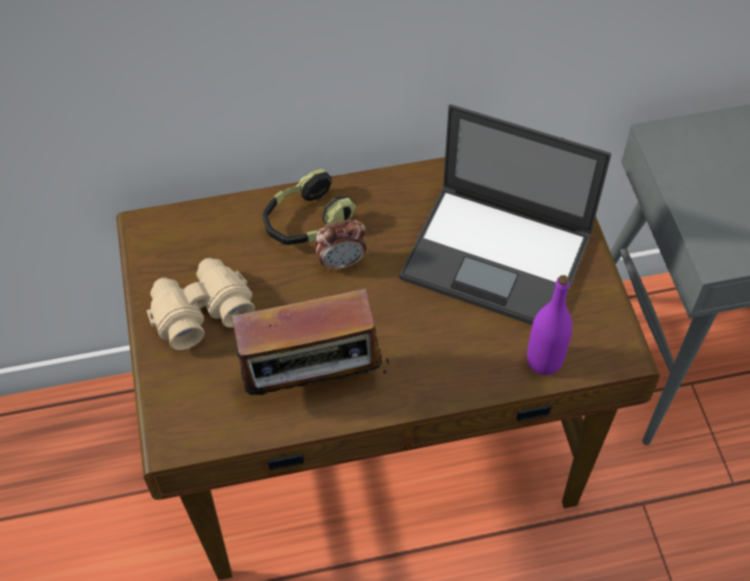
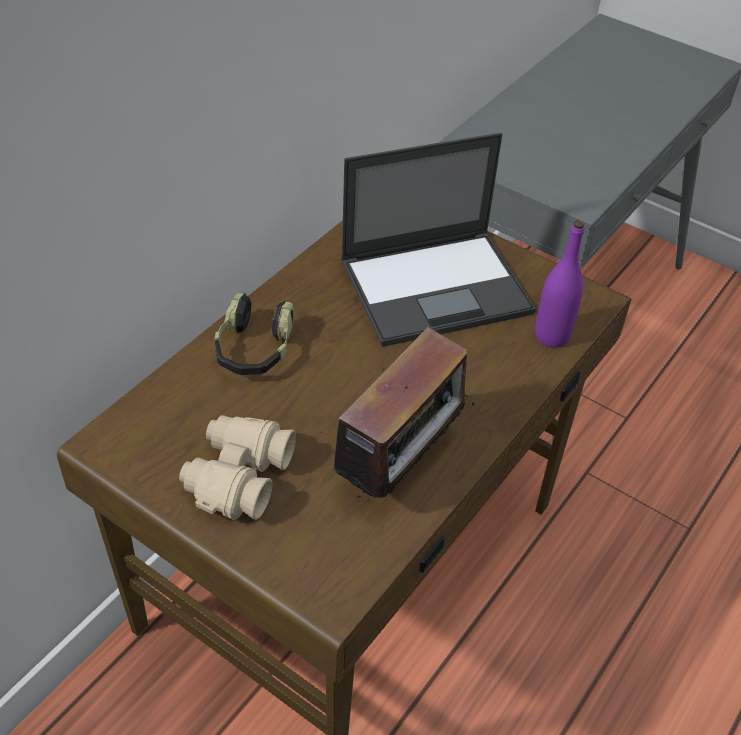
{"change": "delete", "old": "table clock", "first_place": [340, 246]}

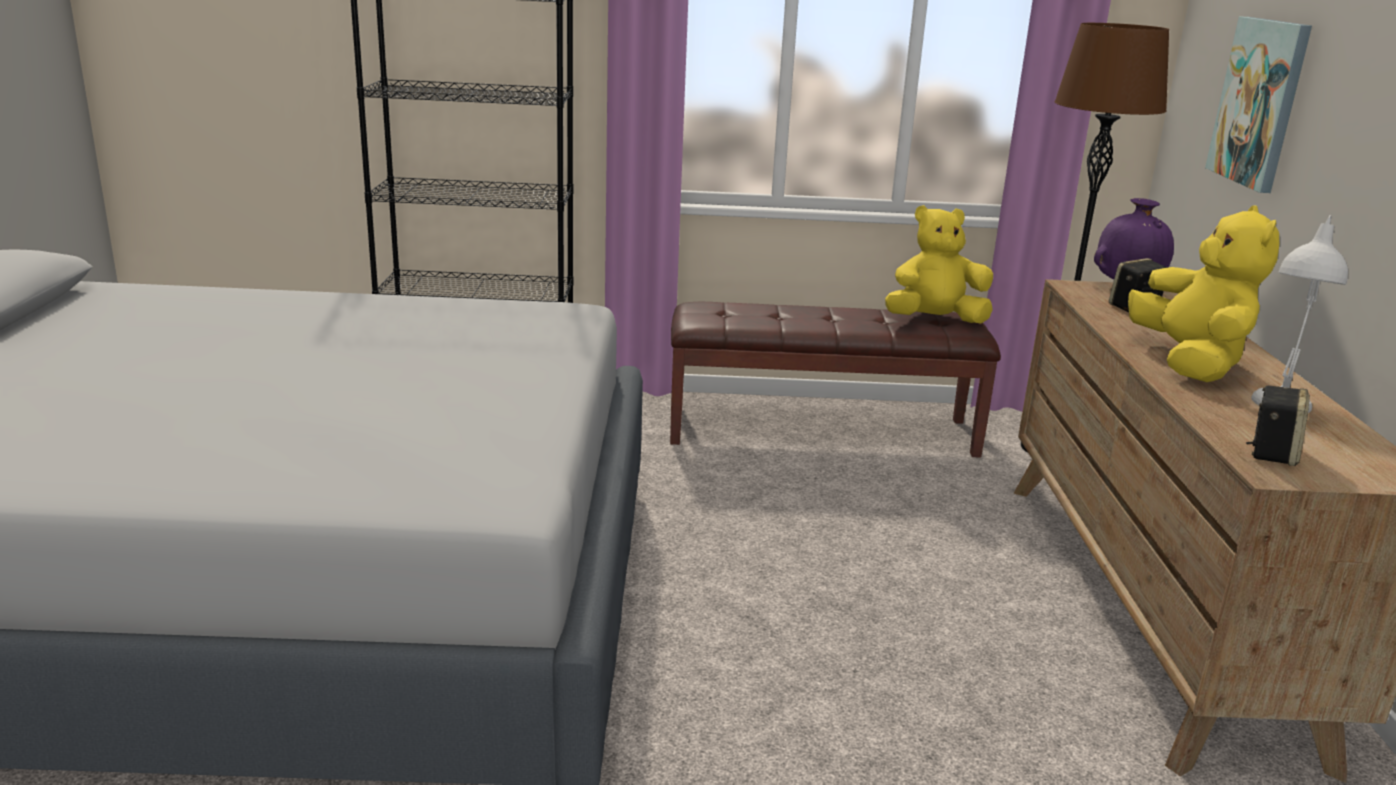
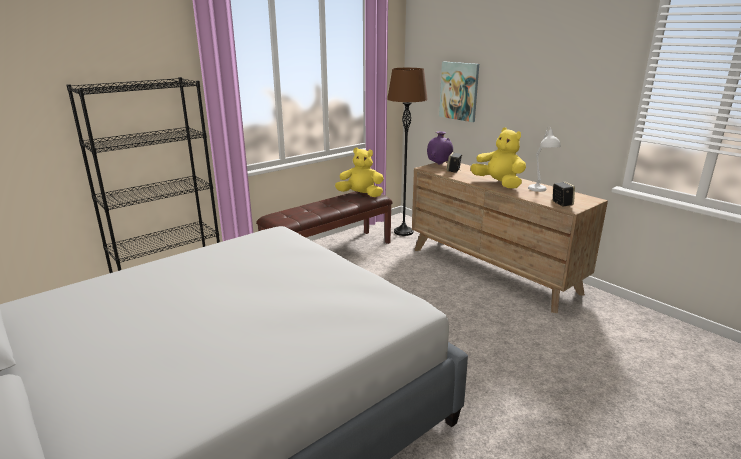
{"change": "rotate", "old": "yellowish cuddly toy", "first_place": [939, 264], "second_place": [359, 172], "degrees": 60}

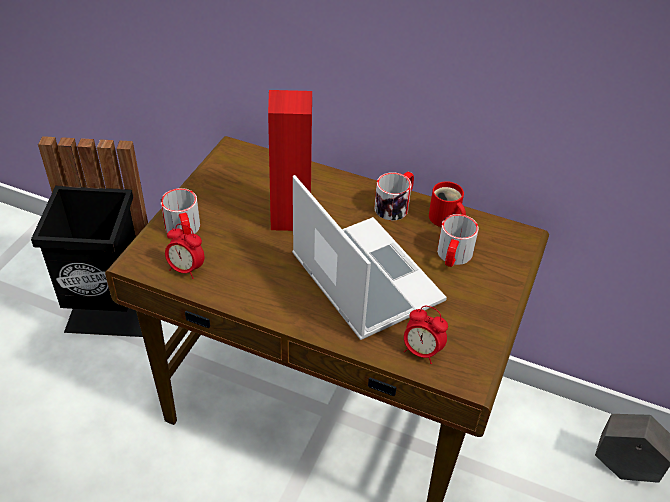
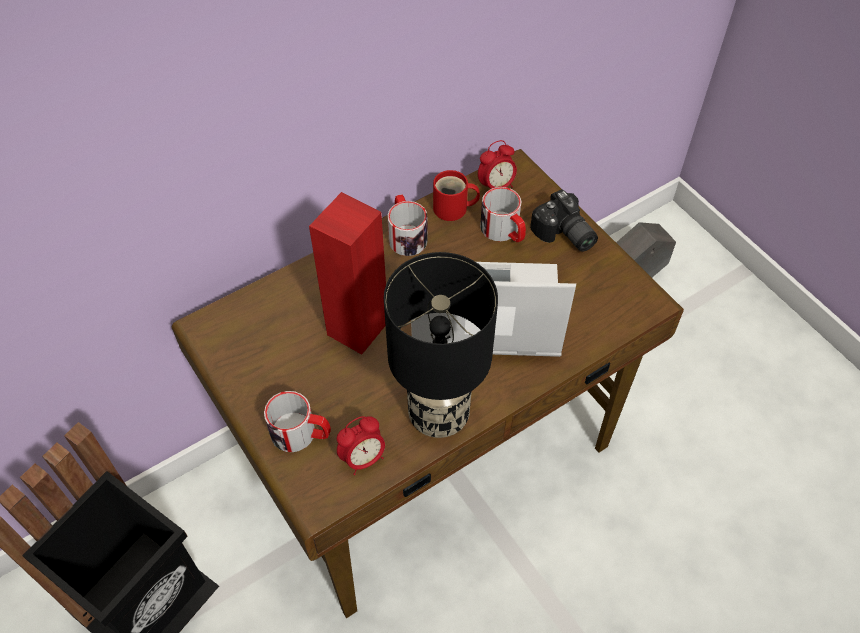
{"change": "move", "old": "table clock", "first_place": [426, 335], "second_place": [497, 164]}
{"change": "insert", "new": "black tabletop lamp", "second_place": [441, 345]}
{"change": "insert", "new": "still camera", "second_place": [564, 220]}

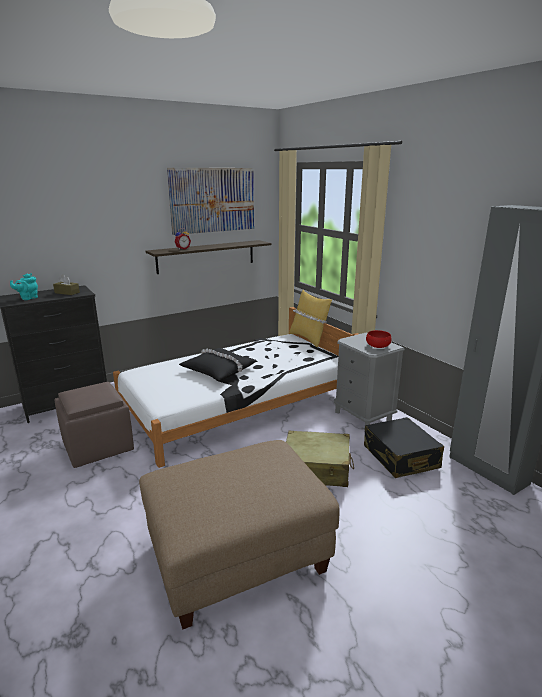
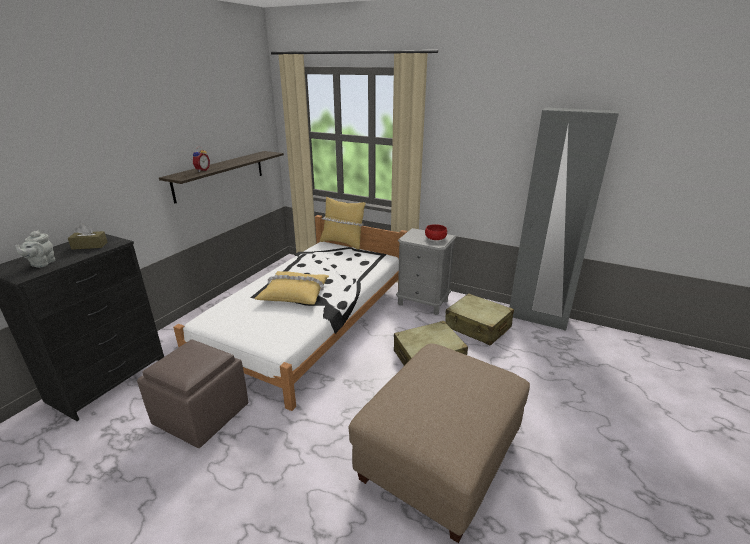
{"change": "recolor", "old": "turquoise teapot", "new": "grey teapot", "first_place": [24, 286], "second_place": [35, 249]}
{"change": "delete", "old": "wall art", "first_place": [210, 201]}
{"change": "recolor", "old": "black pillow", "new": "yellowish pillow", "first_place": [218, 364], "second_place": [292, 288]}
{"change": "recolor", "old": "black travel case", "new": "beige-coloured travel case", "first_place": [404, 447], "second_place": [479, 319]}

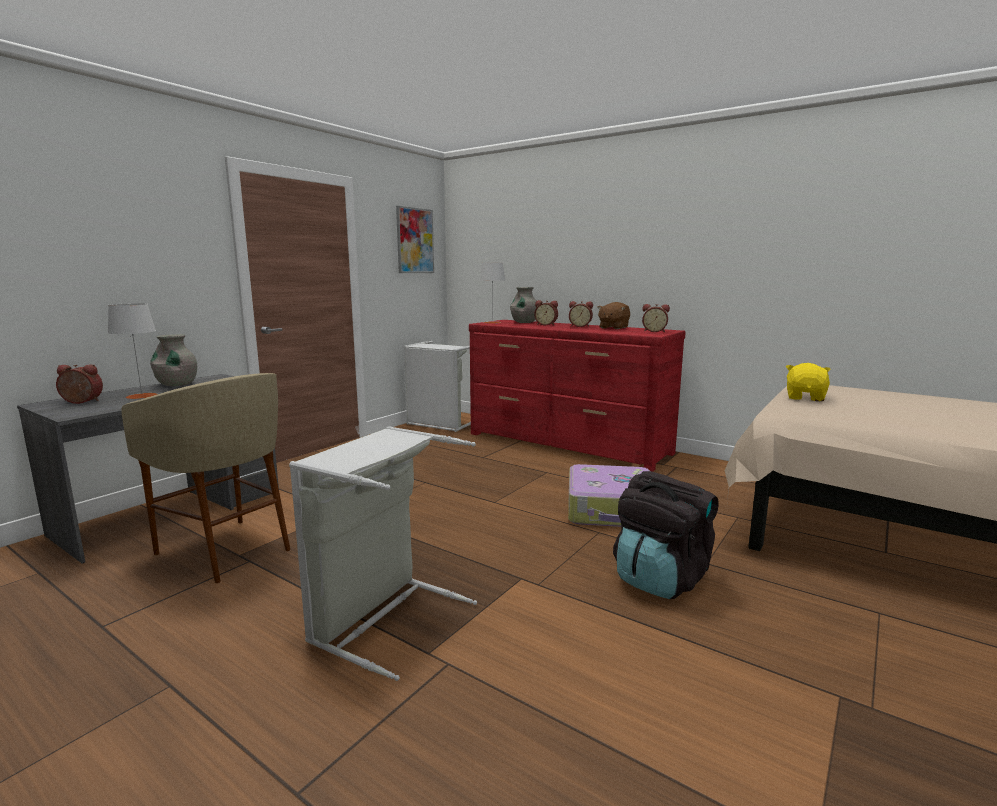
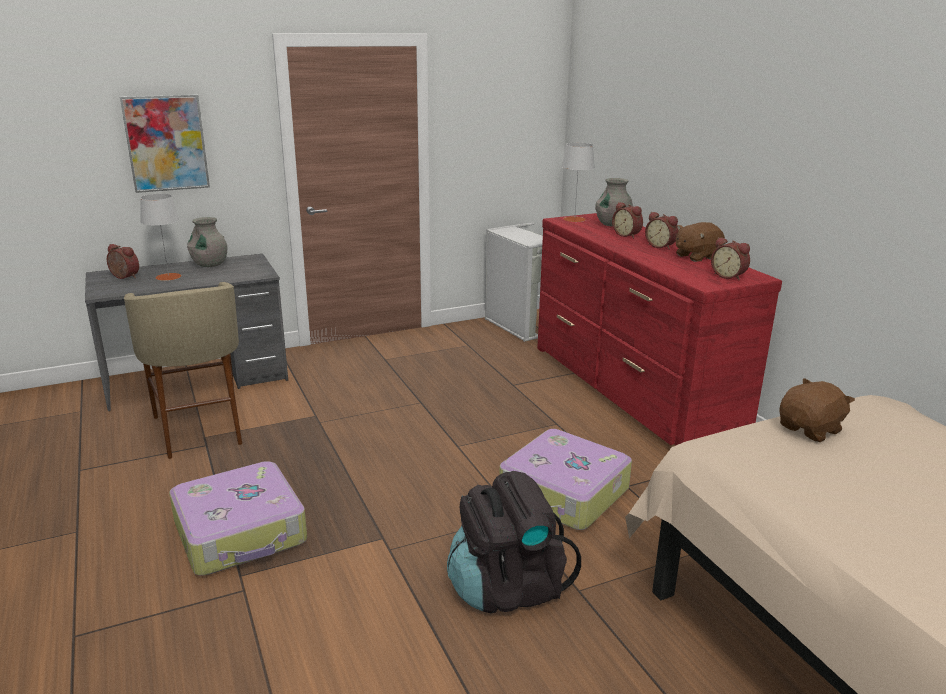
{"change": "replace", "old": "grey laundry basket", "new": "travel case", "first_place": [383, 553], "second_place": [238, 518]}
{"change": "move", "old": "wall art", "first_place": [415, 239], "second_place": [165, 143]}
{"change": "recolor", "old": "yellowish cuddly toy", "new": "brownish cuddly toy", "first_place": [808, 382], "second_place": [817, 410]}

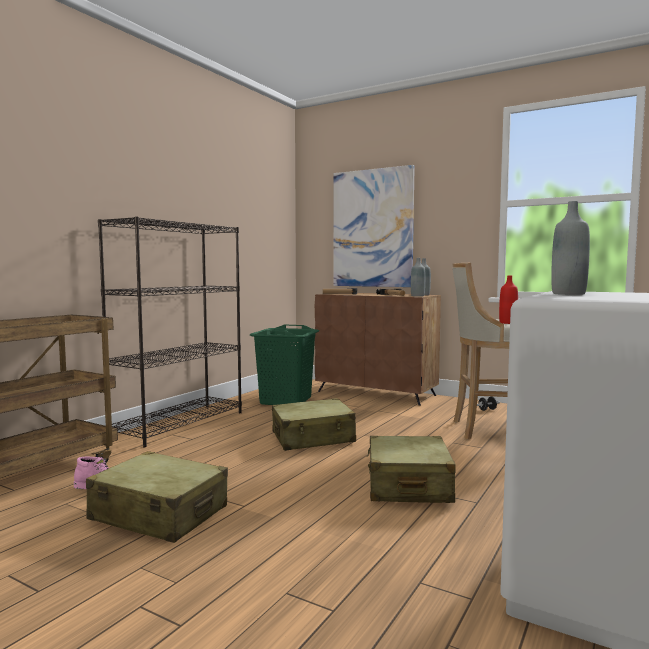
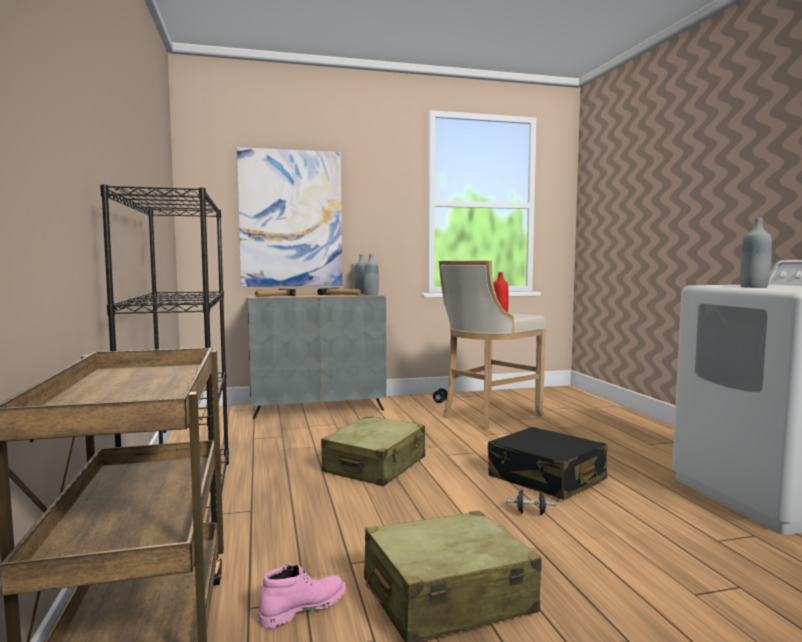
{"change": "delete", "old": "greenish laundry basket", "first_place": [284, 365]}
{"change": "recolor", "old": "brownish cupboard", "new": "grey cupboard", "first_place": [378, 349], "second_place": [317, 356]}
{"change": "recolor", "old": "beige-coloured travel case", "new": "black travel case", "first_place": [411, 469], "second_place": [547, 463]}
{"change": "insert", "new": "black dumbbell", "second_place": [531, 502]}

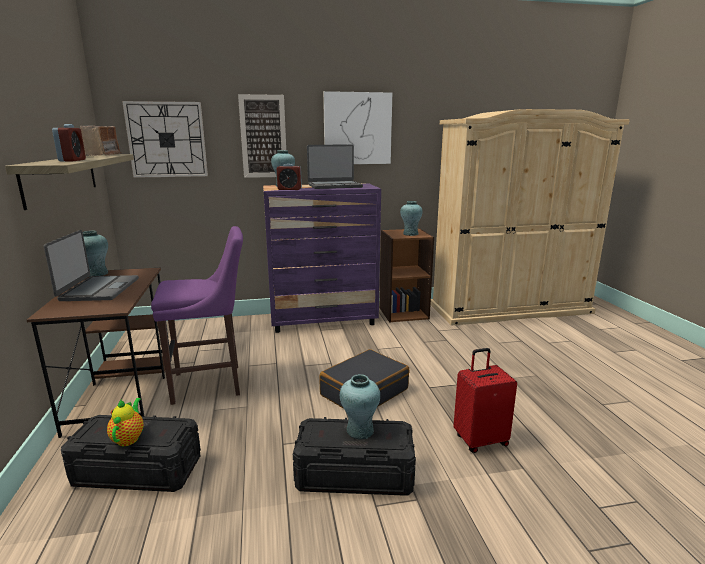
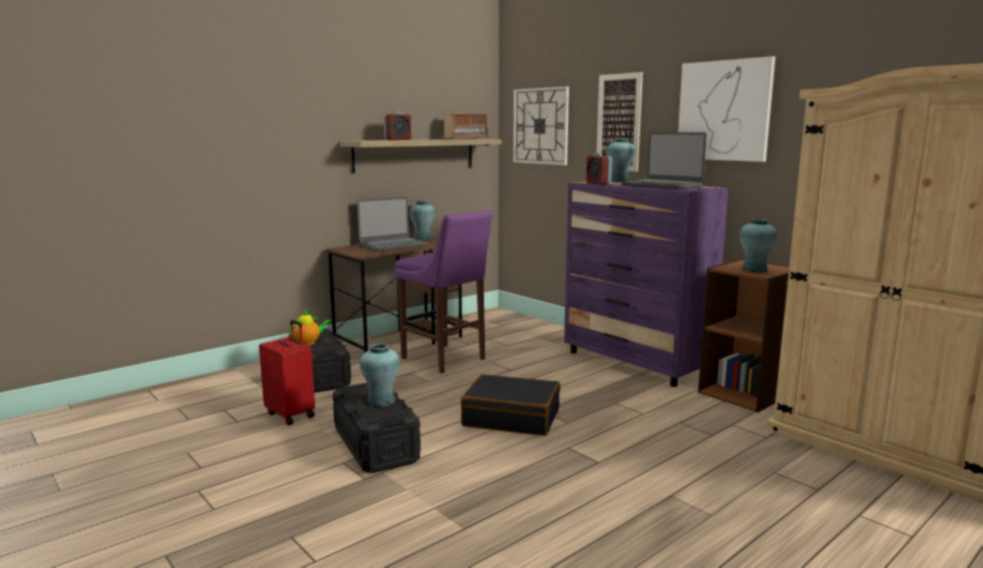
{"change": "move", "old": "red-coloured travel case", "first_place": [485, 400], "second_place": [287, 372]}

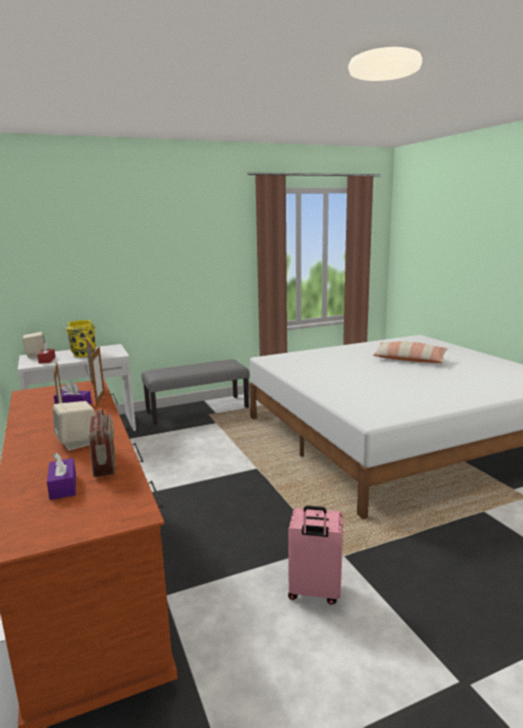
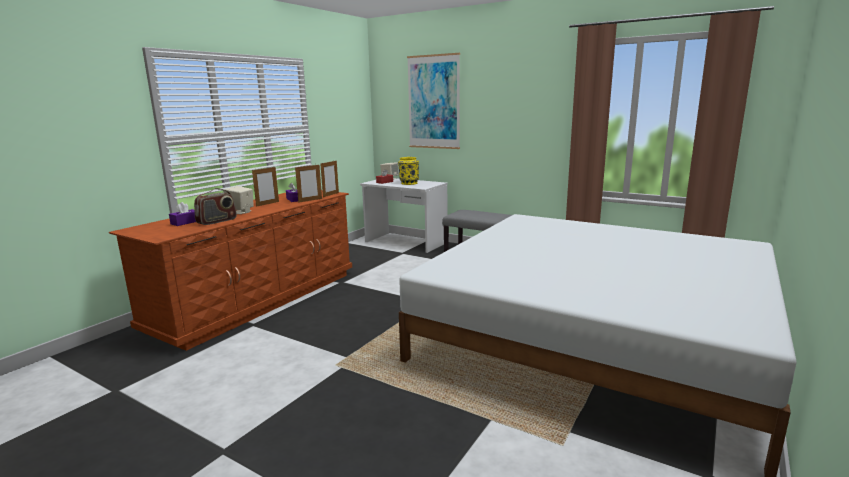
{"change": "delete", "old": "pink travel case", "first_place": [315, 555]}
{"change": "delete", "old": "pillow", "first_place": [410, 352]}
{"change": "insert", "new": "wall art", "second_place": [433, 101]}

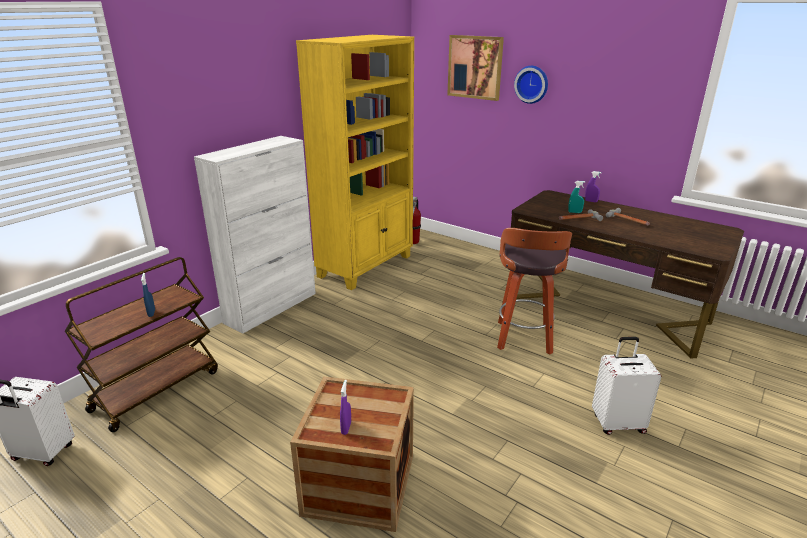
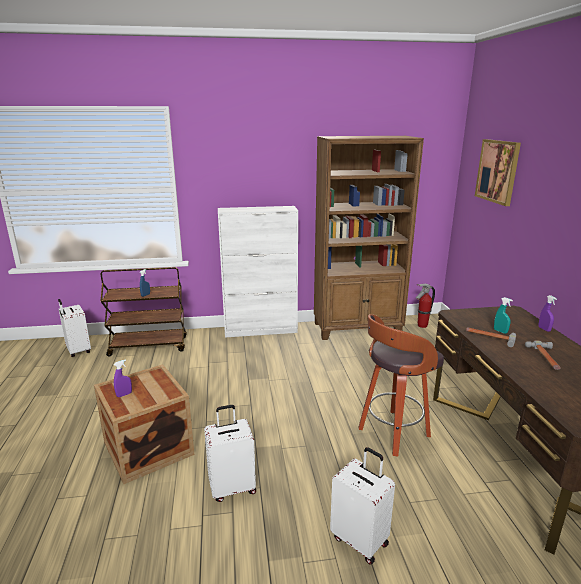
{"change": "recolor", "old": "yellowish shelving unit", "new": "brownish shelving unit", "first_place": [355, 162], "second_place": [369, 238]}
{"change": "delete", "old": "wall clock", "first_place": [531, 85]}
{"change": "insert", "new": "white-coloured travel case", "second_place": [230, 453]}

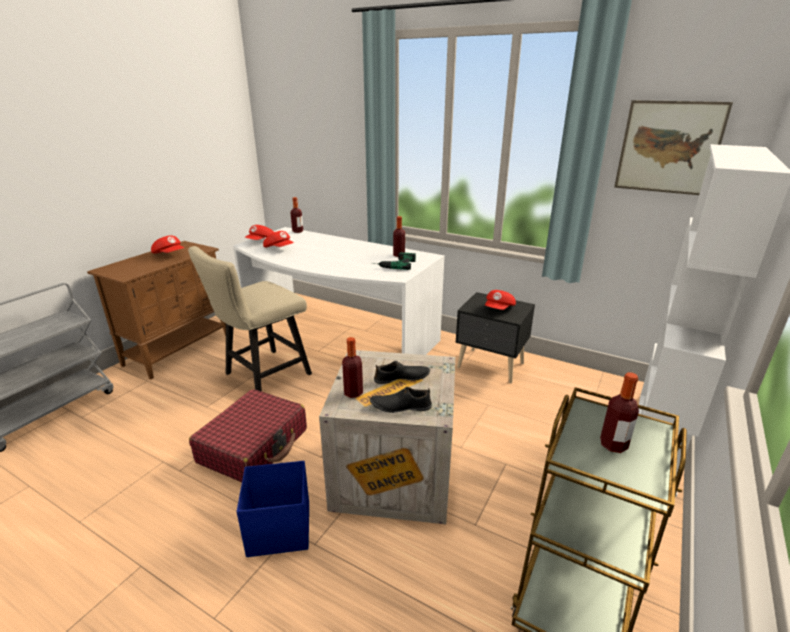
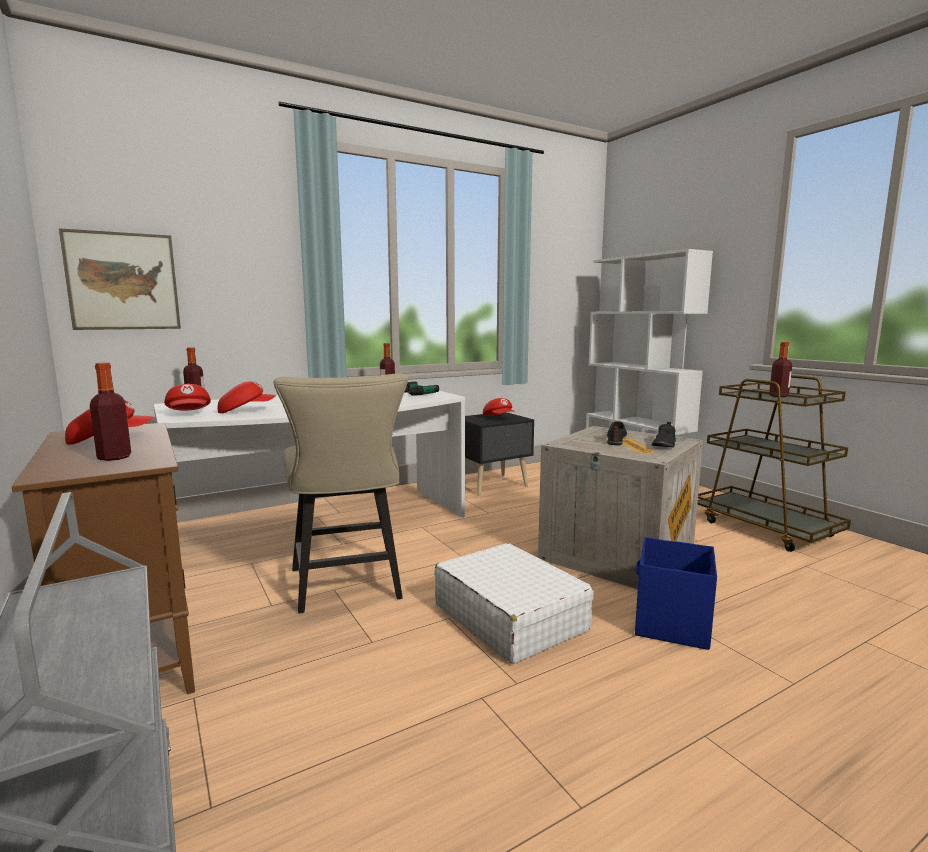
{"change": "recolor", "old": "red-coloured travel case", "new": "white-coloured travel case", "first_place": [248, 436], "second_place": [514, 603]}
{"change": "move", "old": "drink bottle", "first_place": [352, 367], "second_place": [110, 412]}
{"change": "move", "old": "wall art", "first_place": [673, 147], "second_place": [120, 279]}

